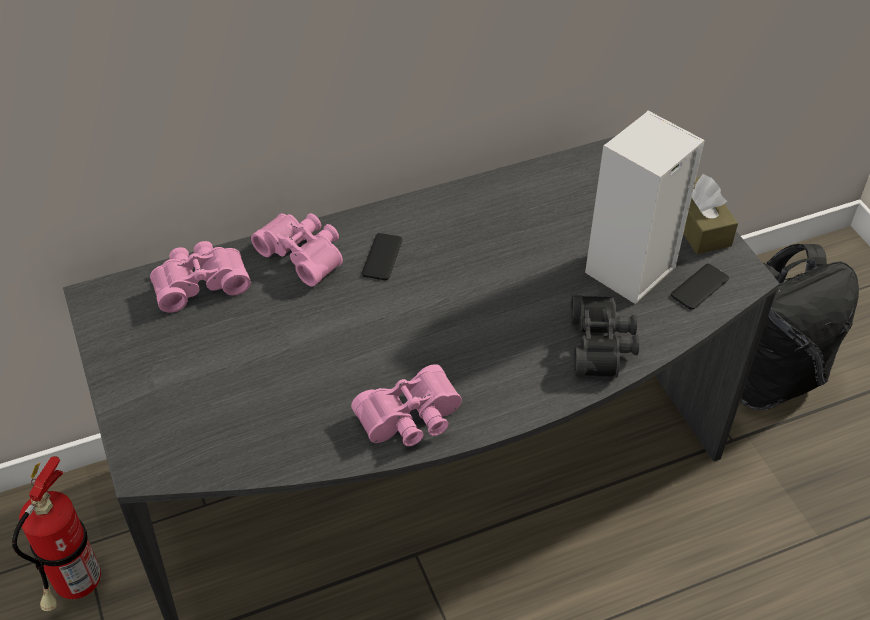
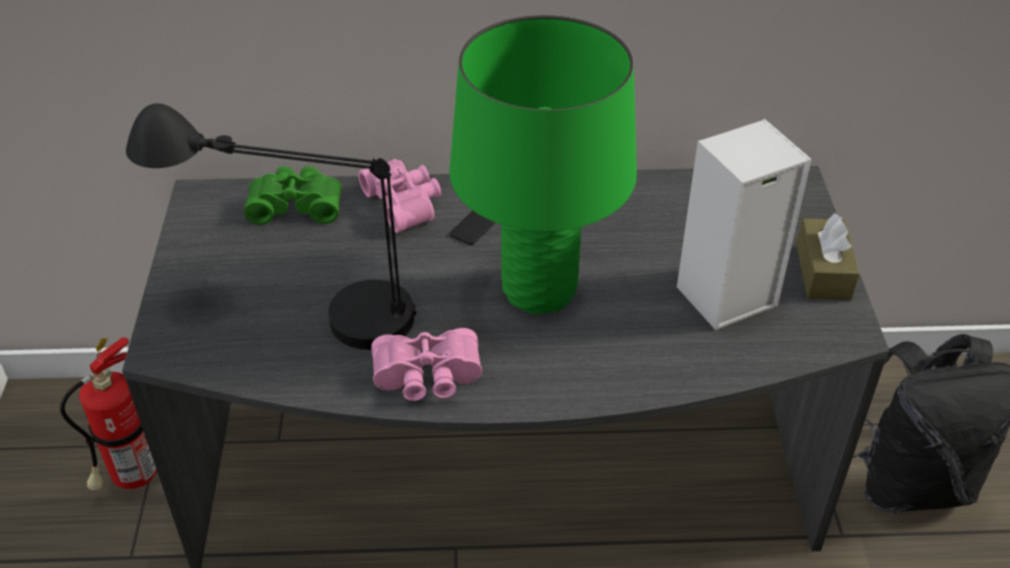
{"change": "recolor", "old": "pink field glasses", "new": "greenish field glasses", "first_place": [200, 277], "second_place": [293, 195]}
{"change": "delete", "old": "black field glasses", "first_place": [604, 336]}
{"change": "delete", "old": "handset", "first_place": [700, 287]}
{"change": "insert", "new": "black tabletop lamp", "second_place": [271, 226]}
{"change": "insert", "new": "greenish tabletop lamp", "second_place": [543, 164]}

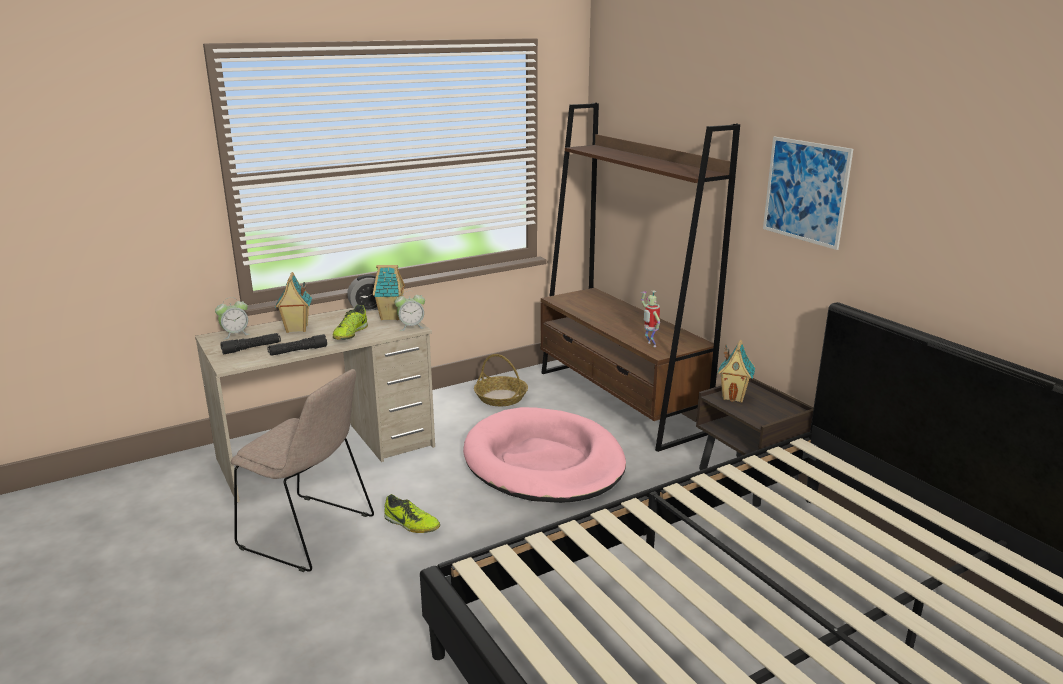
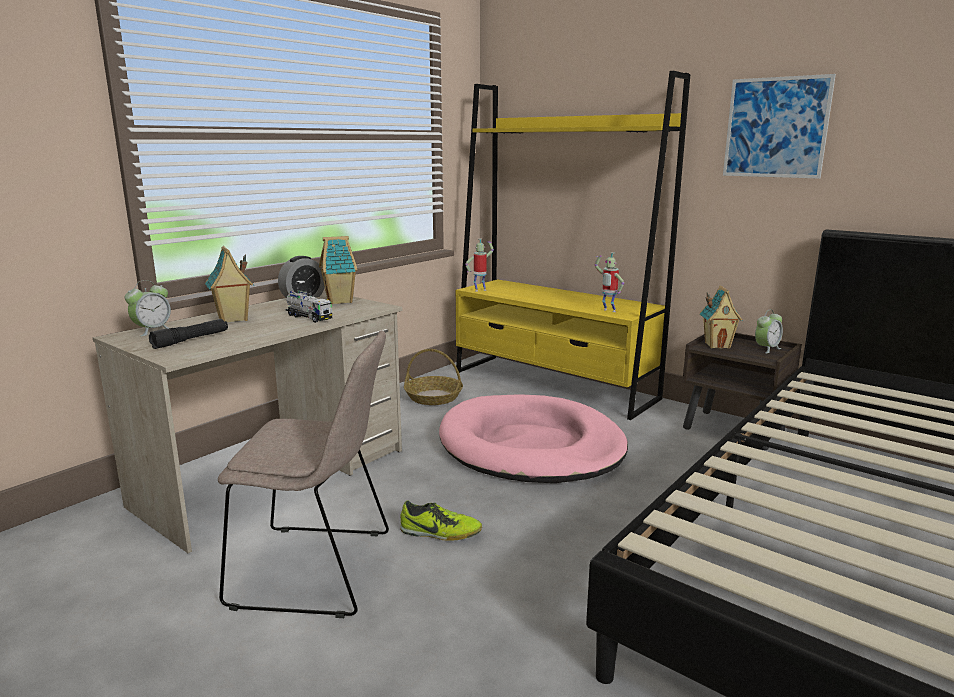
{"change": "delete", "old": "black torch", "first_place": [297, 345]}
{"change": "replace", "old": "shoe", "new": "toy lorry", "first_place": [350, 322], "second_place": [308, 306]}
{"change": "move", "old": "table clock", "first_place": [409, 311], "second_place": [769, 331]}
{"change": "recolor", "old": "brownish shelving unit", "new": "yellowish shelving unit", "first_place": [640, 277], "second_place": [573, 245]}
{"change": "insert", "new": "model robot", "second_place": [479, 265]}

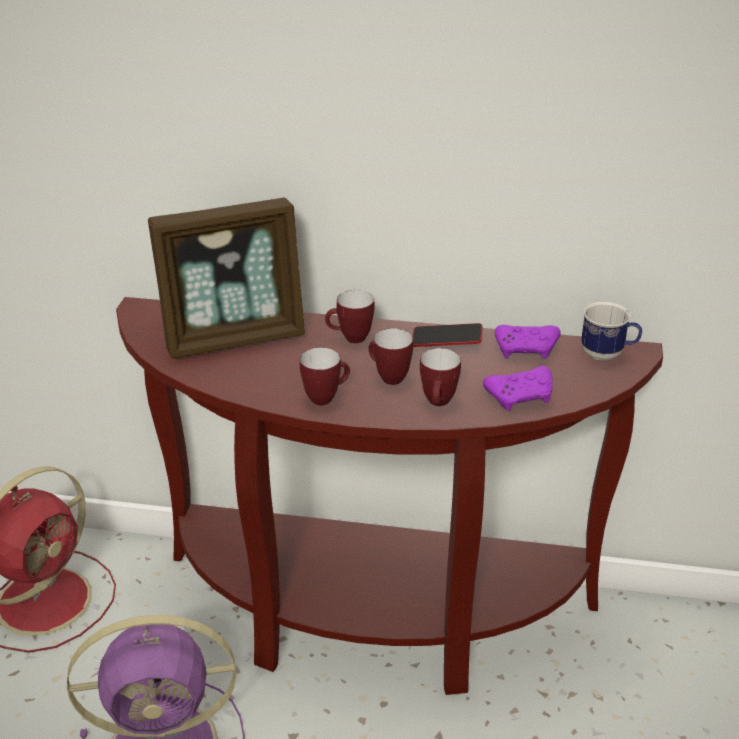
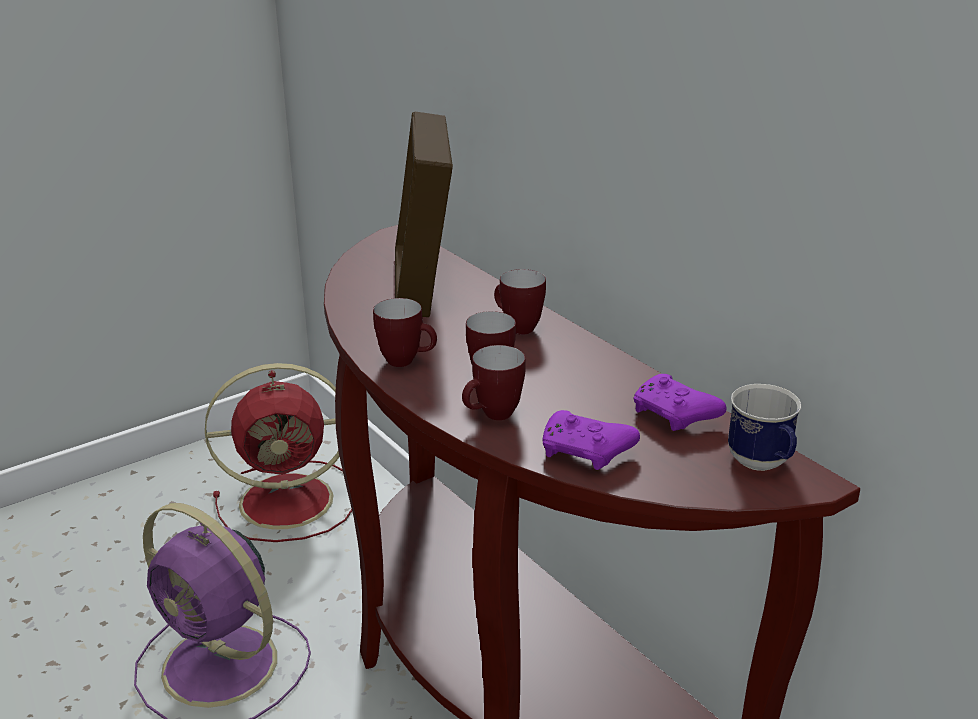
{"change": "rotate", "old": "photo frame", "first_place": [226, 278], "second_place": [424, 214], "degrees": 60}
{"change": "delete", "old": "handset", "first_place": [447, 335]}

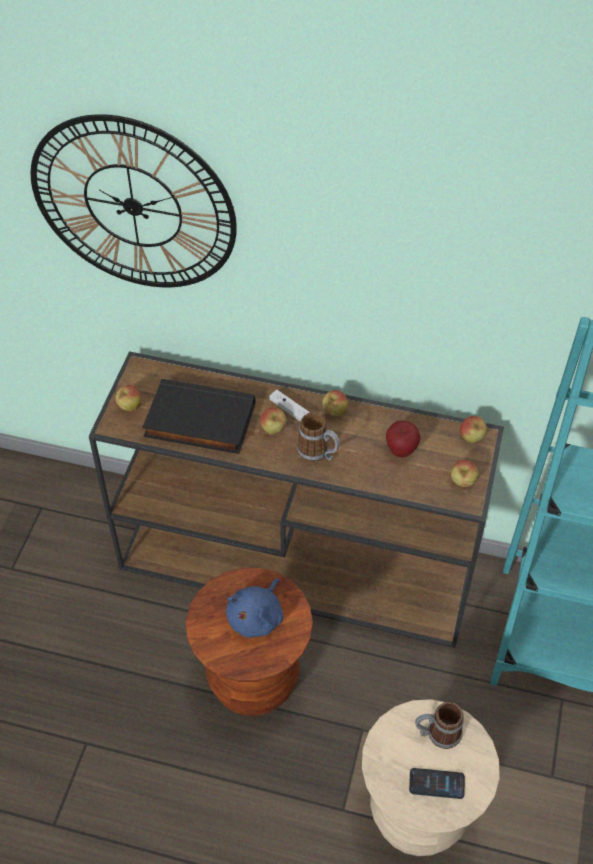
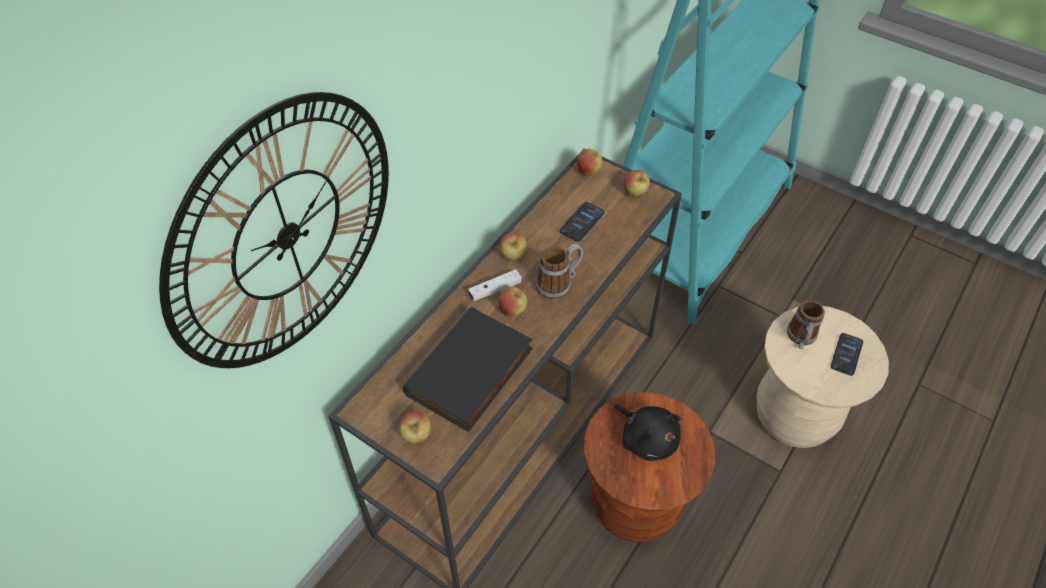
{"change": "recolor", "old": "bluish cuddly toy", "new": "black cuddly toy", "first_place": [255, 608], "second_place": [647, 432]}
{"change": "replace", "old": "apple fruit", "new": "handset", "first_place": [403, 439], "second_place": [582, 222]}

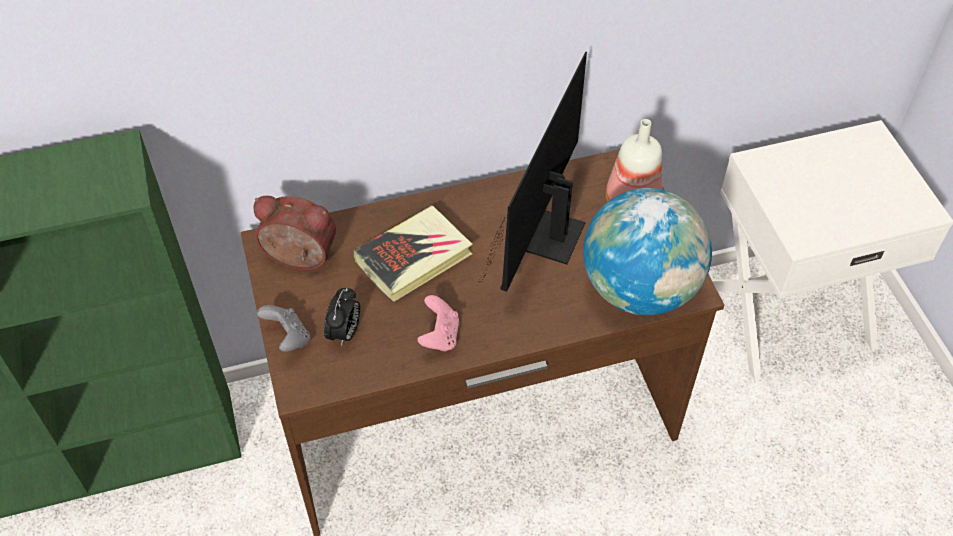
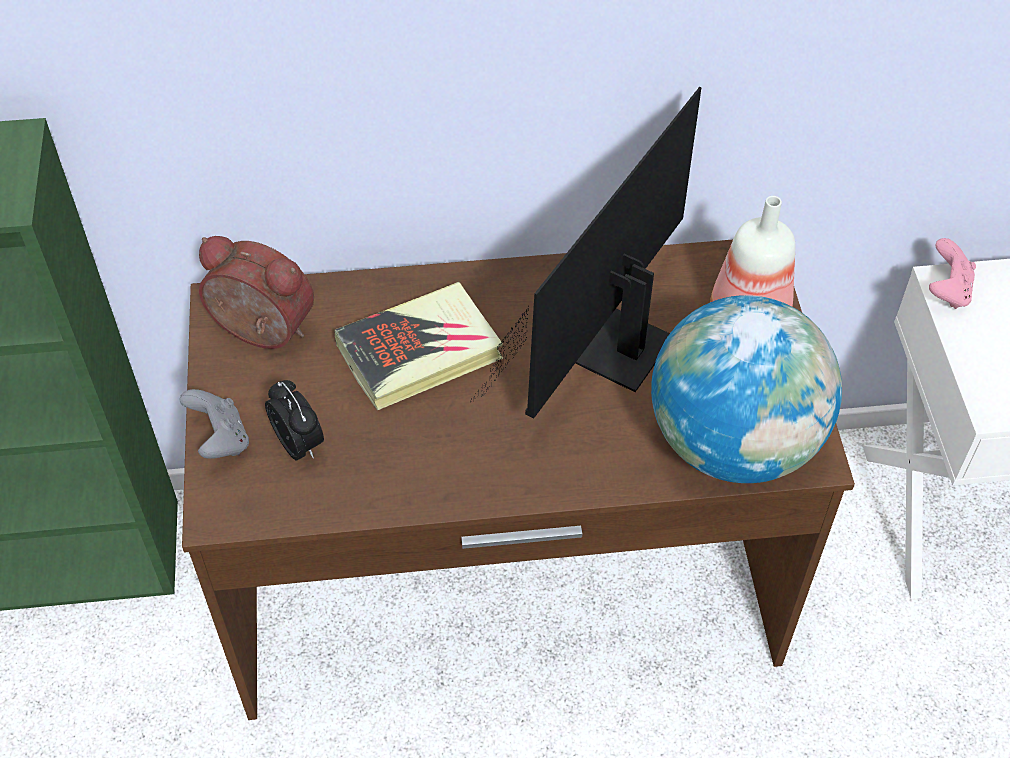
{"change": "rotate", "old": "table clock", "first_place": [342, 317], "second_place": [294, 420], "degrees": -60}
{"change": "move", "old": "pink joypad", "first_place": [438, 323], "second_place": [952, 273]}

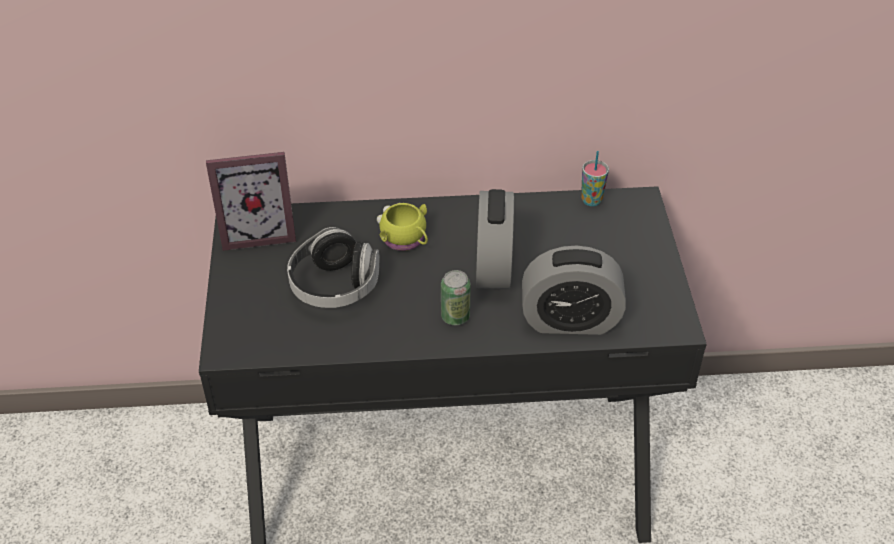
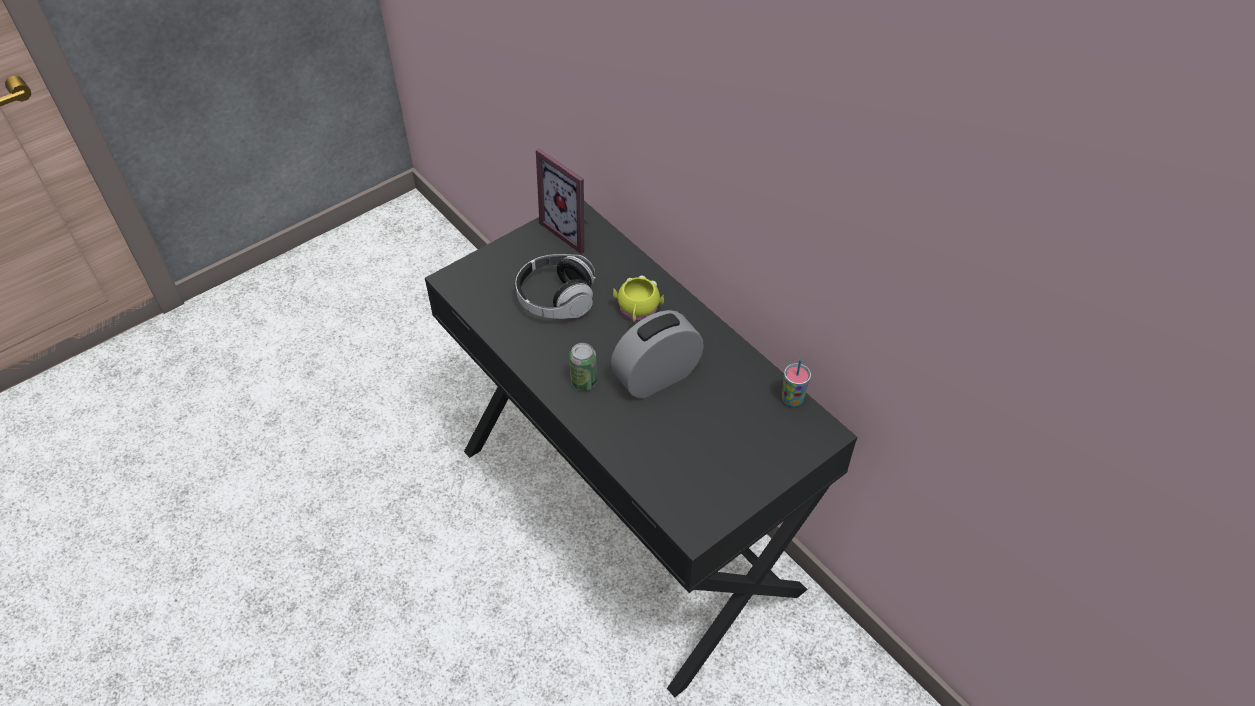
{"change": "delete", "old": "table clock", "first_place": [574, 290]}

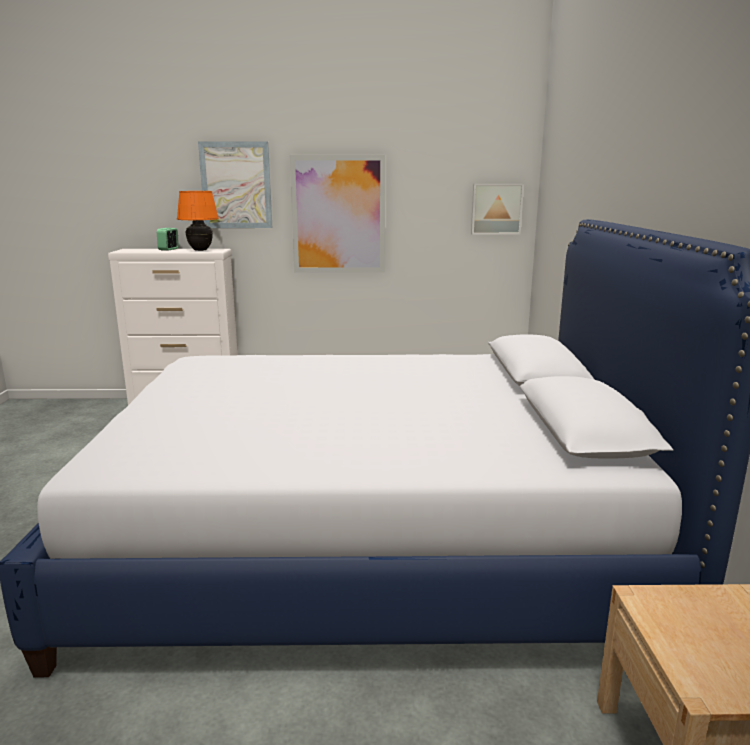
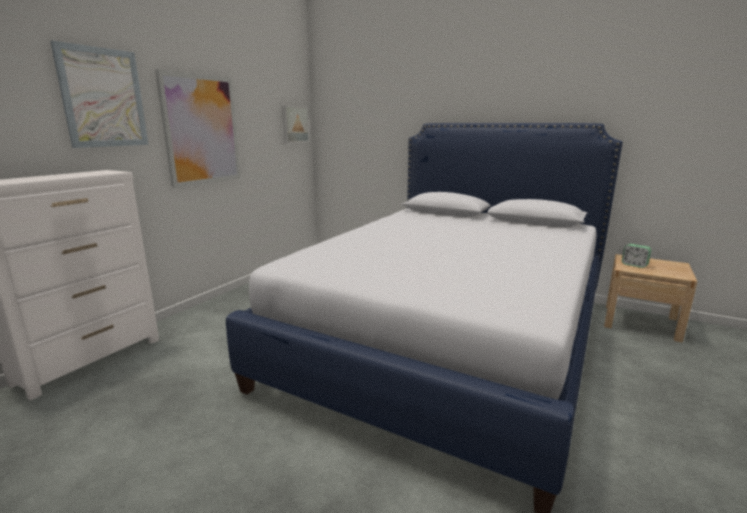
{"change": "move", "old": "table clock", "first_place": [168, 239], "second_place": [636, 256]}
{"change": "delete", "old": "orange-coloured tabletop lamp", "first_place": [198, 221]}

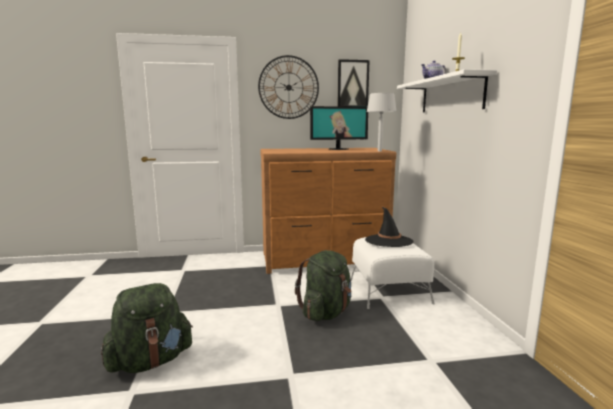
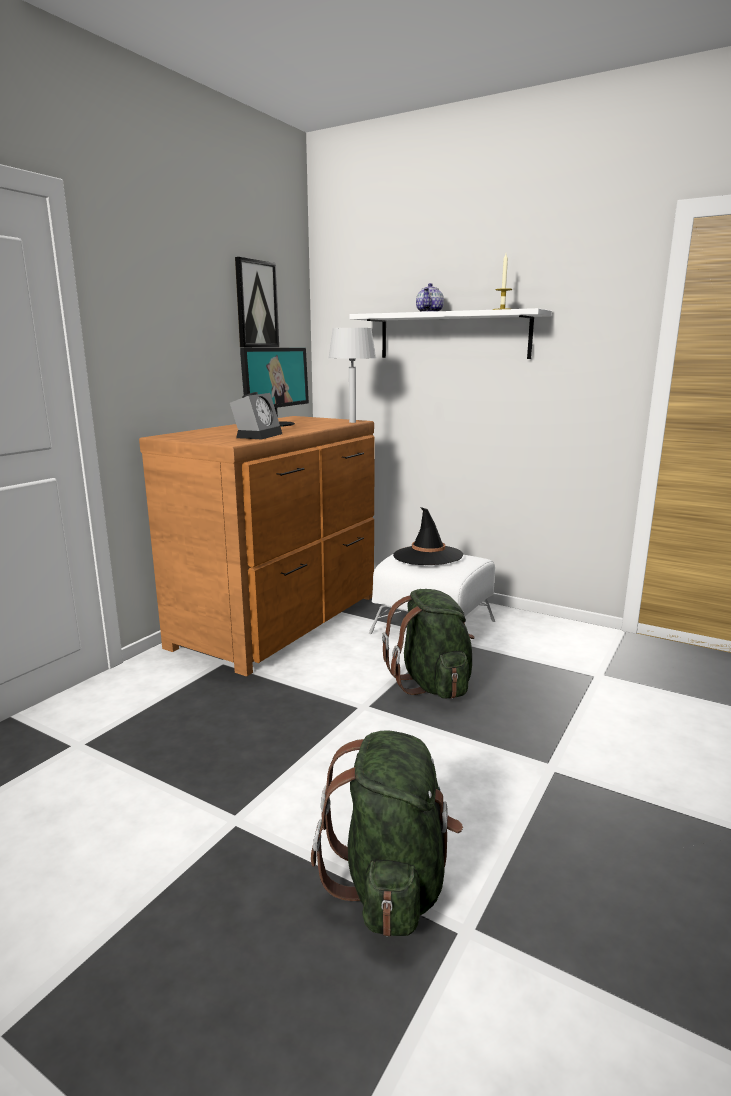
{"change": "delete", "old": "wall clock", "first_place": [288, 87]}
{"change": "insert", "new": "table clock", "second_place": [256, 415]}

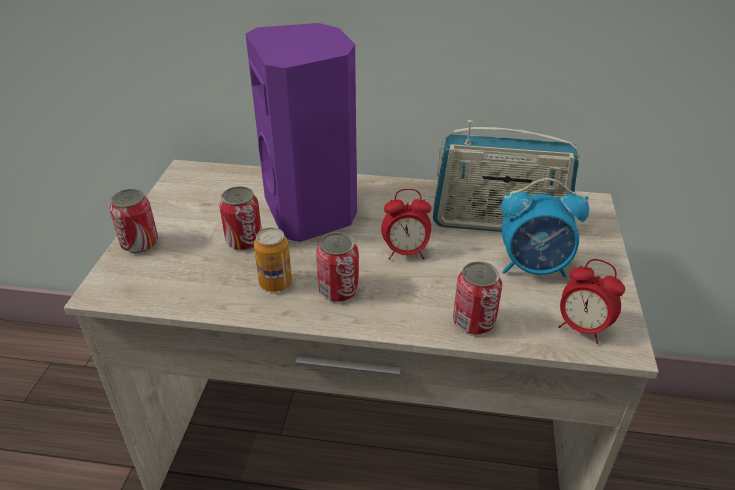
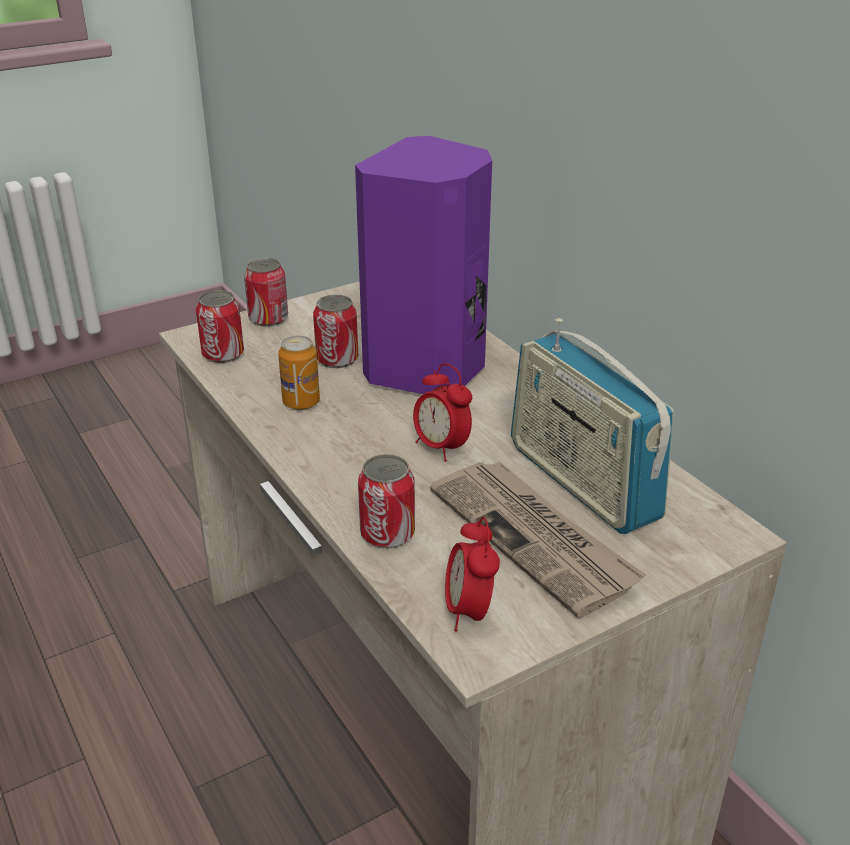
{"change": "move", "old": "sealed can", "first_place": [337, 267], "second_place": [220, 326]}
{"change": "replace", "old": "table clock", "new": "printed paper", "first_place": [545, 228], "second_place": [538, 539]}

